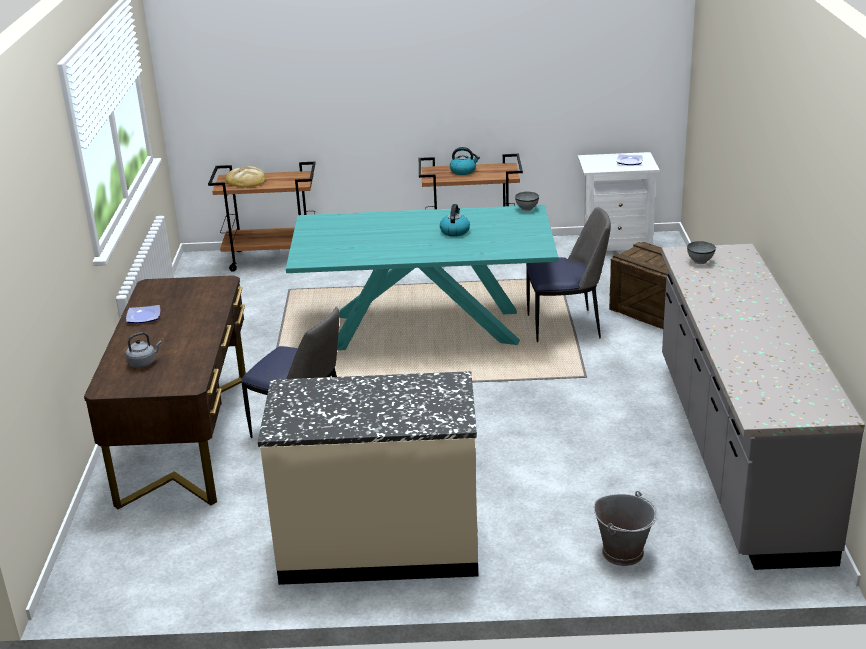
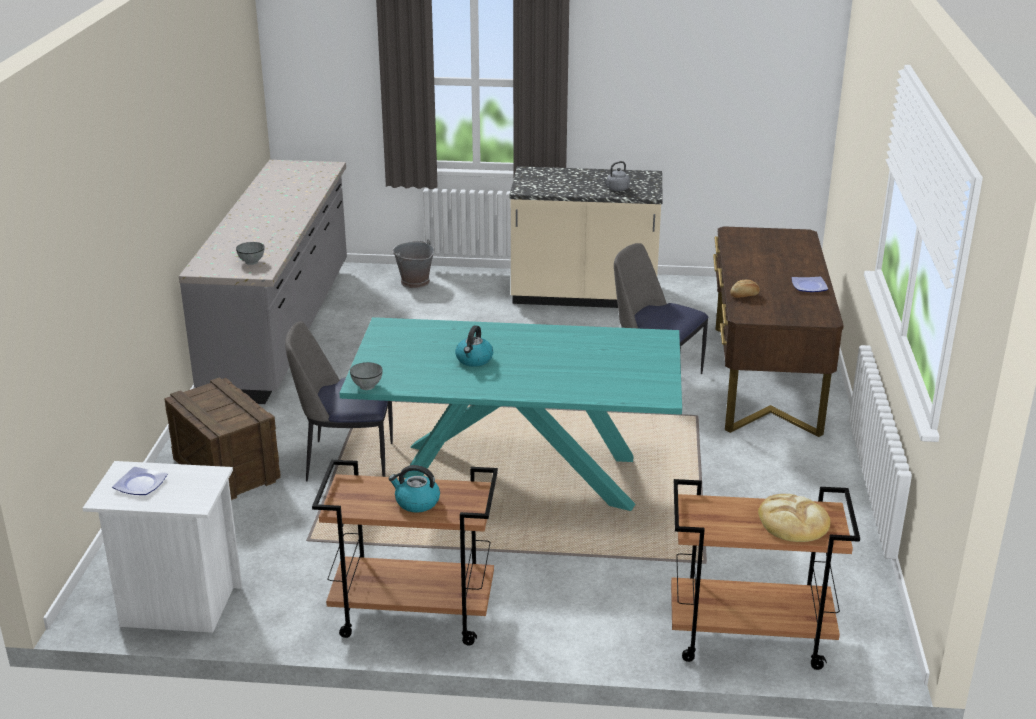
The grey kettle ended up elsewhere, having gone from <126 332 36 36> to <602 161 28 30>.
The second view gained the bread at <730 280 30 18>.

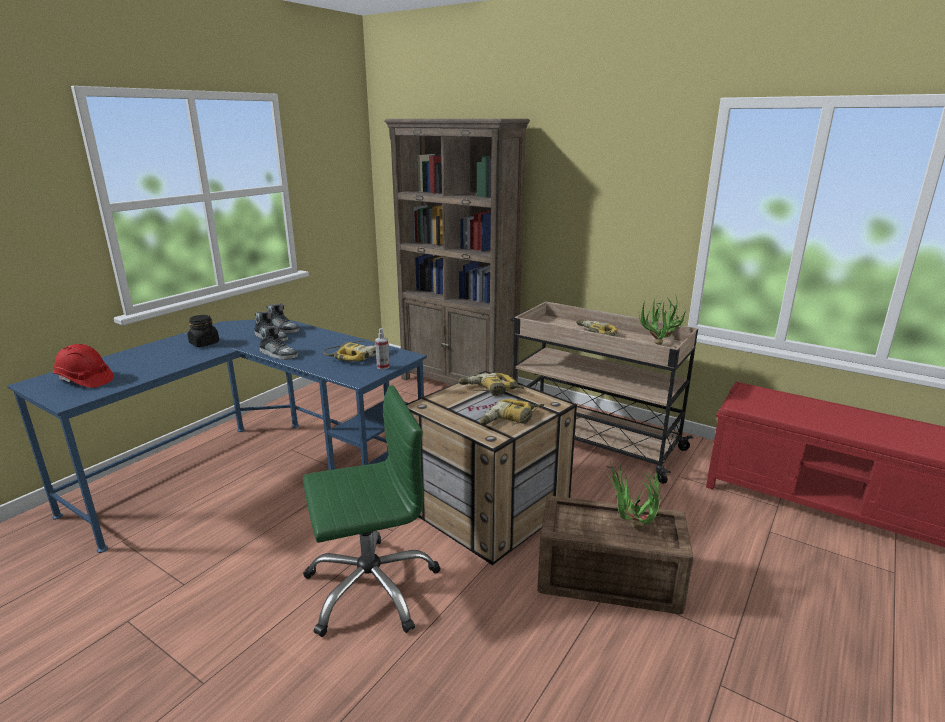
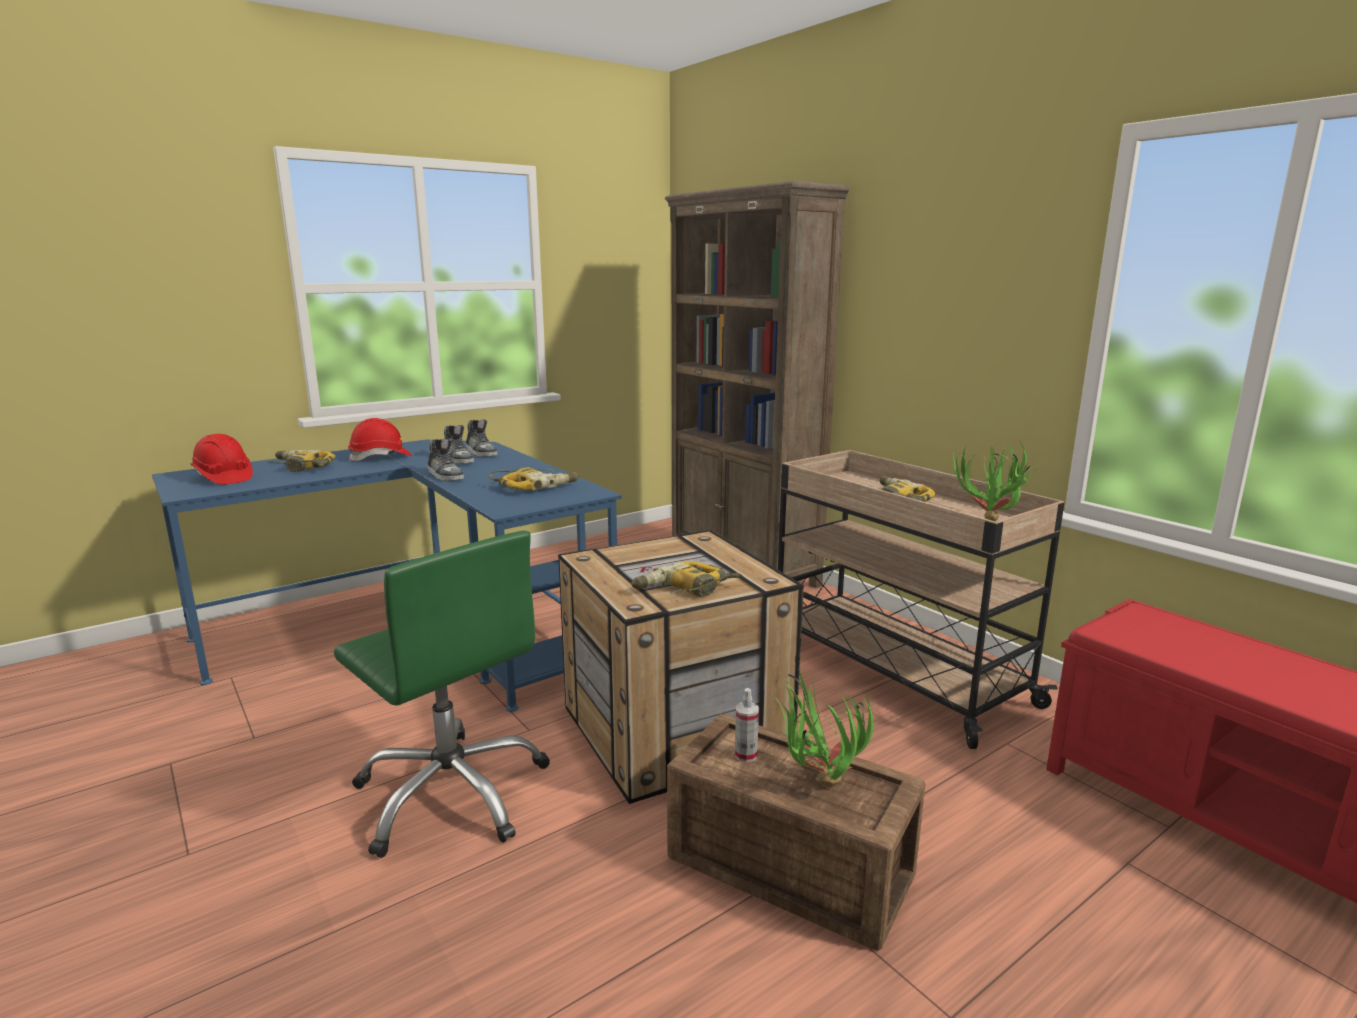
Where the black jar stood at <188 315 31 32>, the red hard hat came to stand at <348 418 64 44>.
The spray bottle ended up elsewhere, having gone from <375 328 15 41> to <735 688 24 74>.
The power drill ended up elsewhere, having gone from <458 373 66 23> to <267 450 68 22>.
The green office chair at <303 385 137 252> ended up facing another way, 45 degrees clockwise from before.

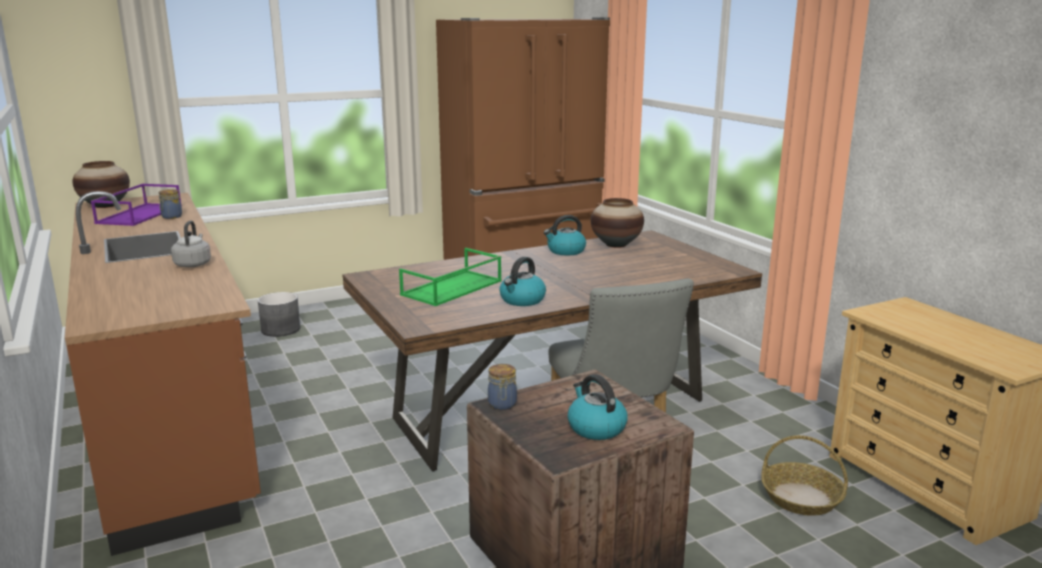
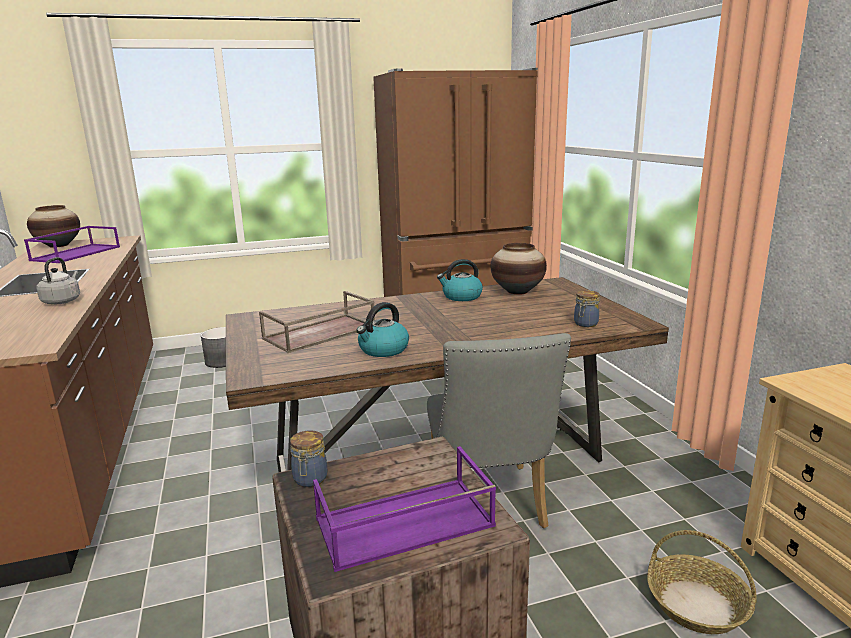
The jar ended up elsewhere, having gone from <158 189 24 30> to <574 290 26 37>.
What was the green tray at <399 248 103 58> turned into the brown tray at <259 291 116 62>.
Where the kettle stood at <568 374 60 66>, the purple tray came to stand at <313 446 183 126>.

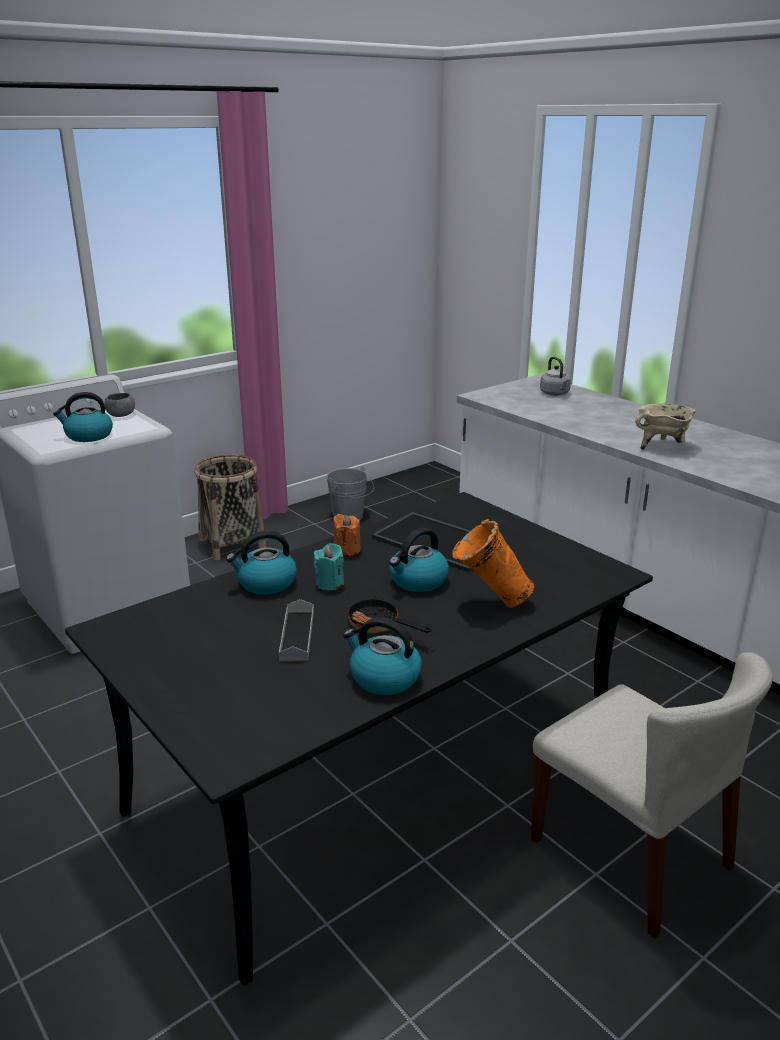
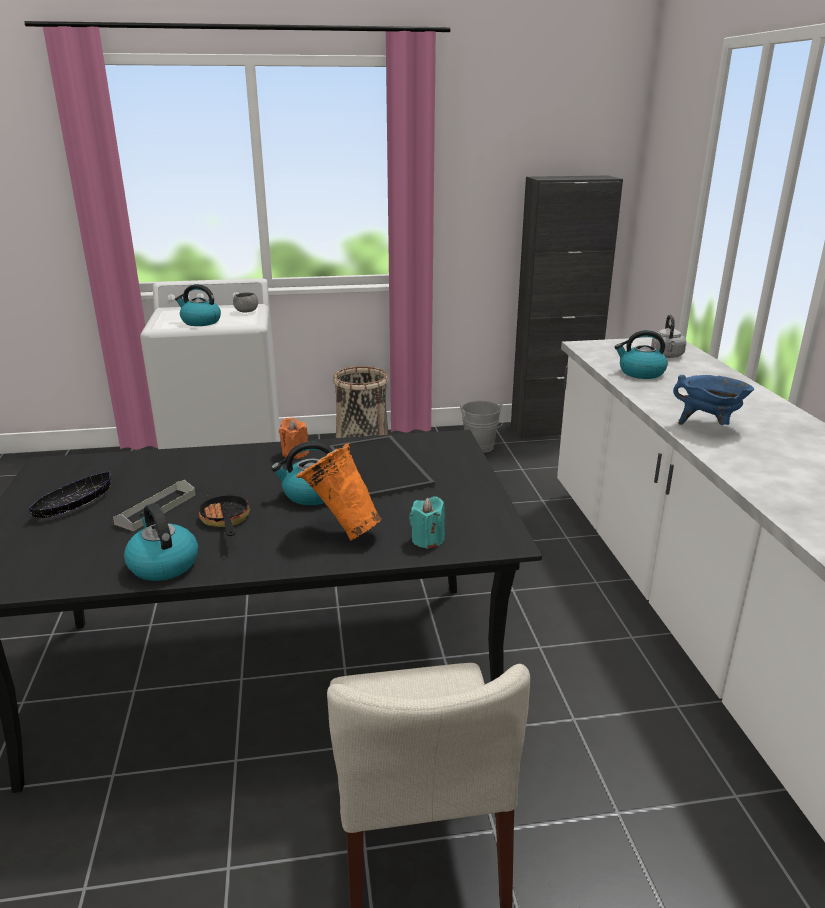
What was the beige cooking pot at <635 403 61 47> turned into the blue cooking pot at <673 375 81 50>.
The kettle ended up elsewhere, having gone from <226 531 71 64> to <615 330 52 49>.
The turquoise candle ended up elsewhere, having gone from <314 543 30 47> to <409 496 36 53>.
The second view gained the black cabinet at <511 175 112 263>.
The second view gained the black bowl at <29 472 82 47>.

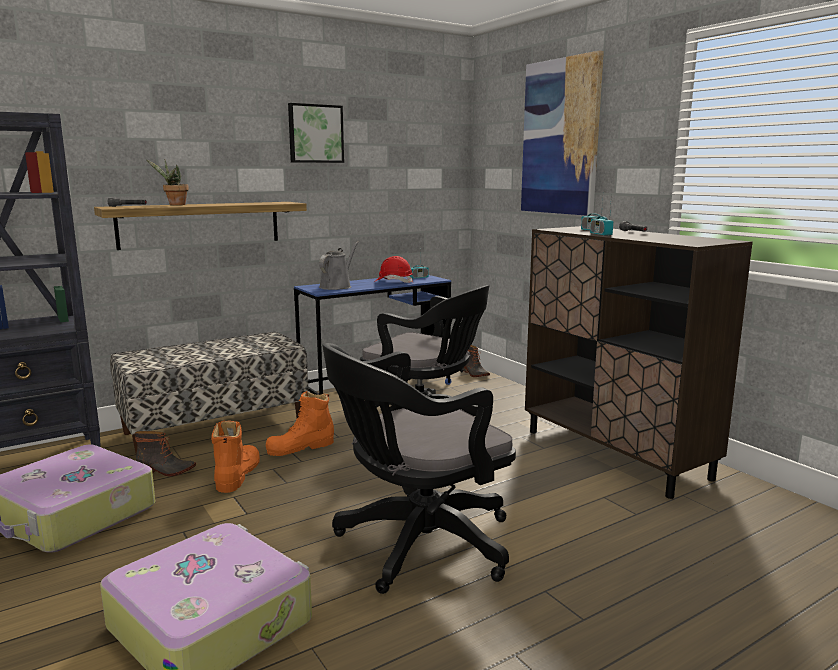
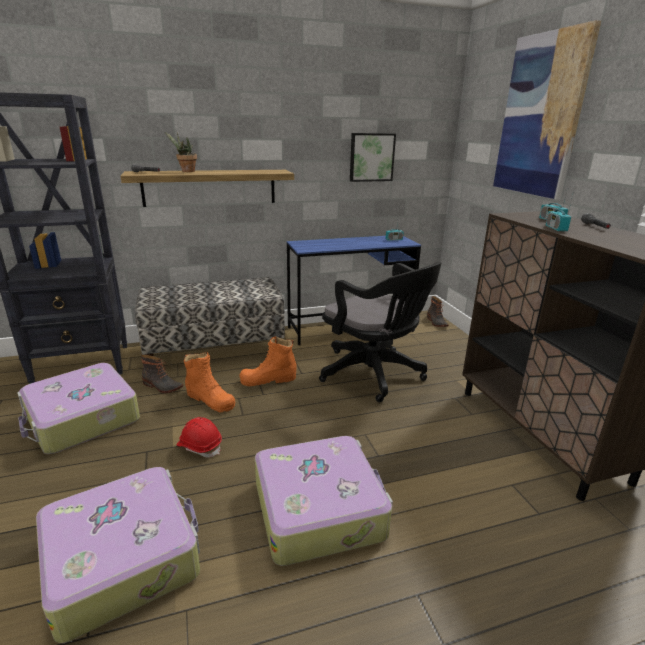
The picture ended up elsewhere, having gone from <288 103 56 60> to <350 133 46 49>.
The second view lost the grey watering can at <319 241 40 49>.
The red hard hat ended up elsewhere, having gone from <376 256 37 27> to <176 417 46 41>.
Where the black office chair stood at <322 343 194 251>, the suitcase came to stand at <255 436 138 130>.
The orange boot at <211 420 49 73> ended up facing another way, 105 degrees clockwise from before.

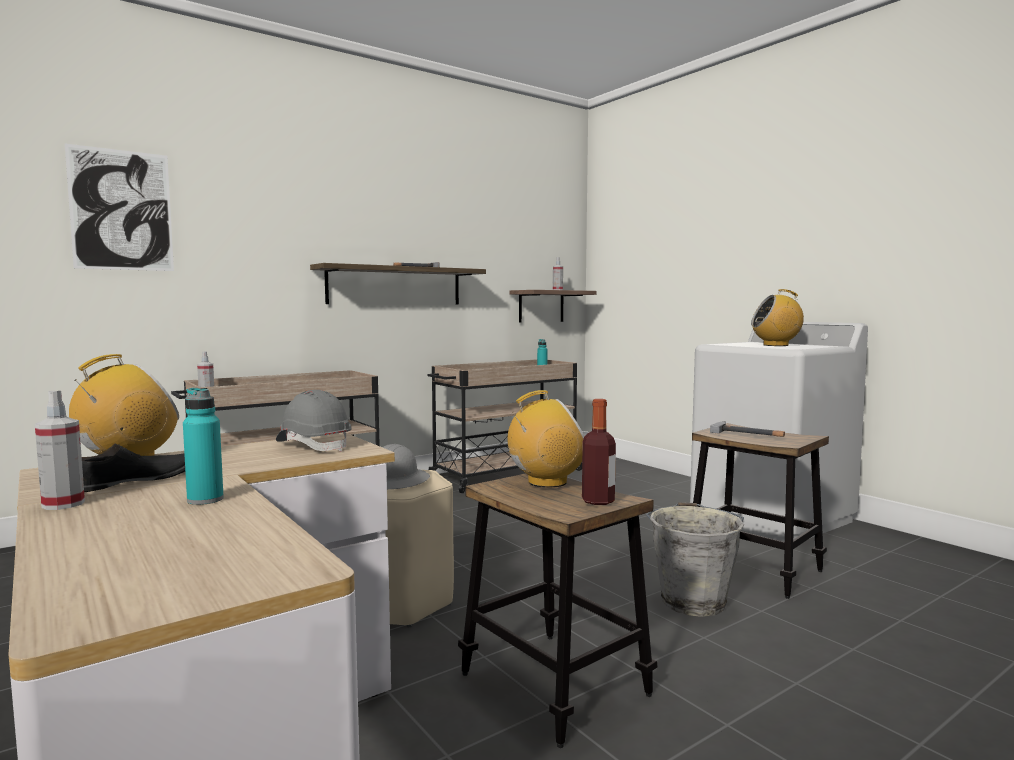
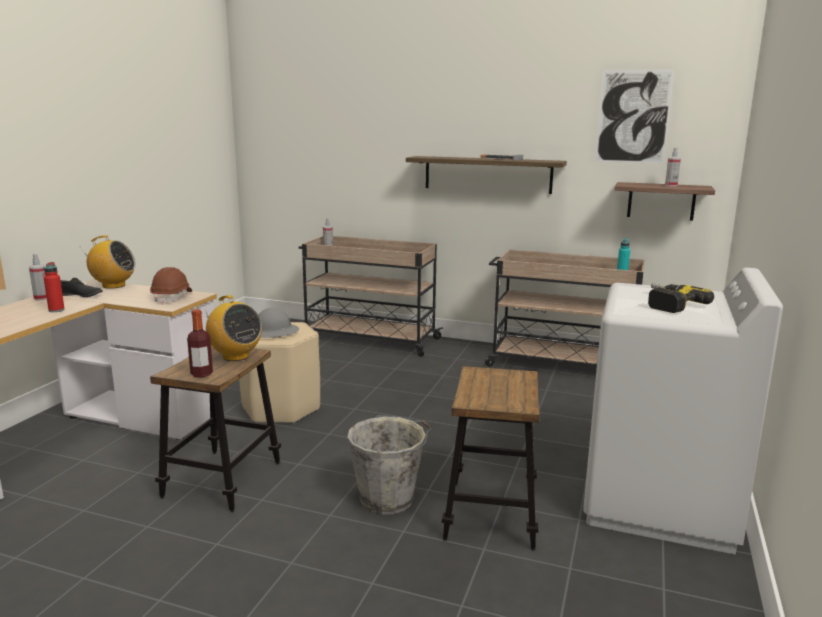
The picture ended up elsewhere, having gone from <65 144 109 127> to <595 69 80 95>.
Where the radio stood at <751 289 53 57>, the power drill came to stand at <648 282 66 31>.
What was the turquoise bottle at <183 388 41 117> turned into the red bottle at <44 262 21 50>.
What was the grey hard hat at <276 390 76 62> turned into the brown hard hat at <150 267 42 37>.
The second view lost the hammer at <710 421 75 16>.

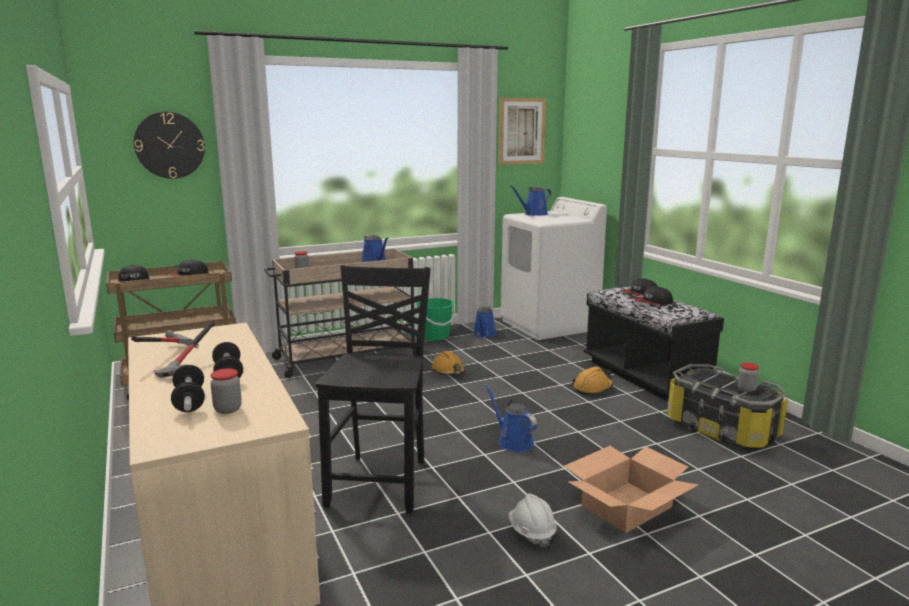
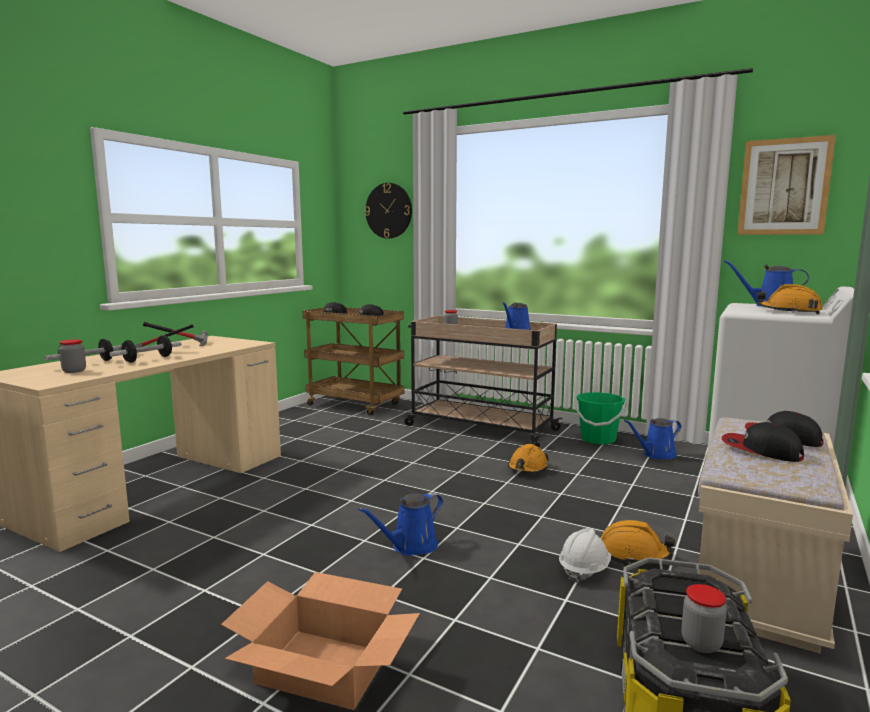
The second view lost the black chair at <316 265 115 248>.
What was the black bench at <584 287 140 113> turned into the beige bench at <698 418 155 236>.
The blue watering can at <485 384 52 68> ended up facing another way, 150 degrees counterclockwise from before.
The white hard hat ended up elsewhere, having gone from <509 494 48 54> to <559 528 52 55>.
The second view gained the orange hard hat at <757 284 66 30>.

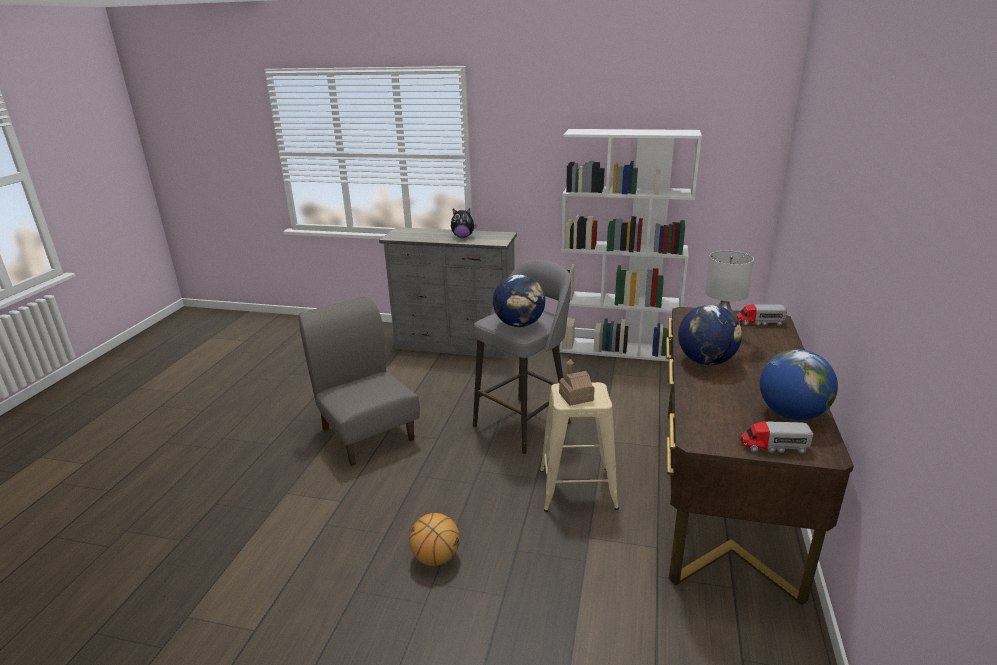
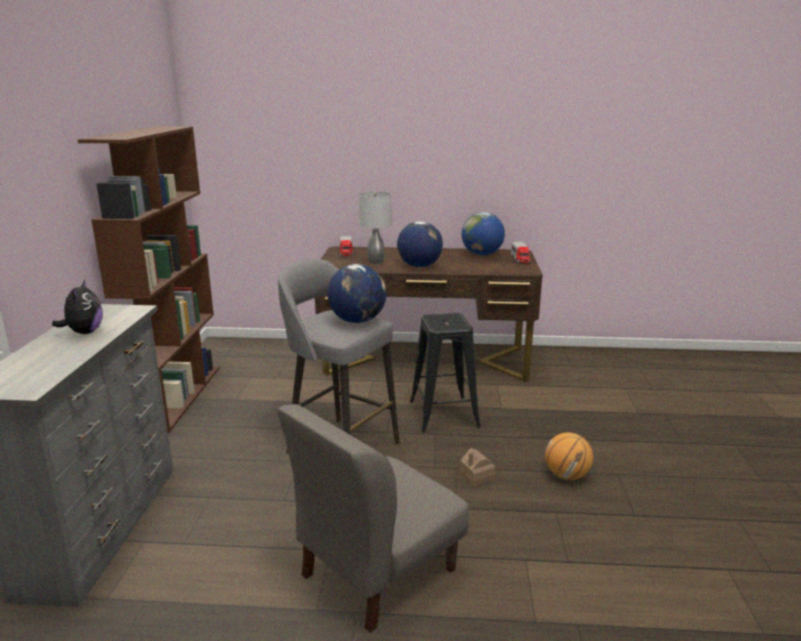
What was the white bookcase at <560 129 142 233> turned into the brown bookcase at <77 126 143 307>.
The toy house ended up elsewhere, having gone from <559 359 35 47> to <459 447 36 40>.
What was the beige stool at <540 382 79 130> turned into the black stool at <410 313 71 120>.

